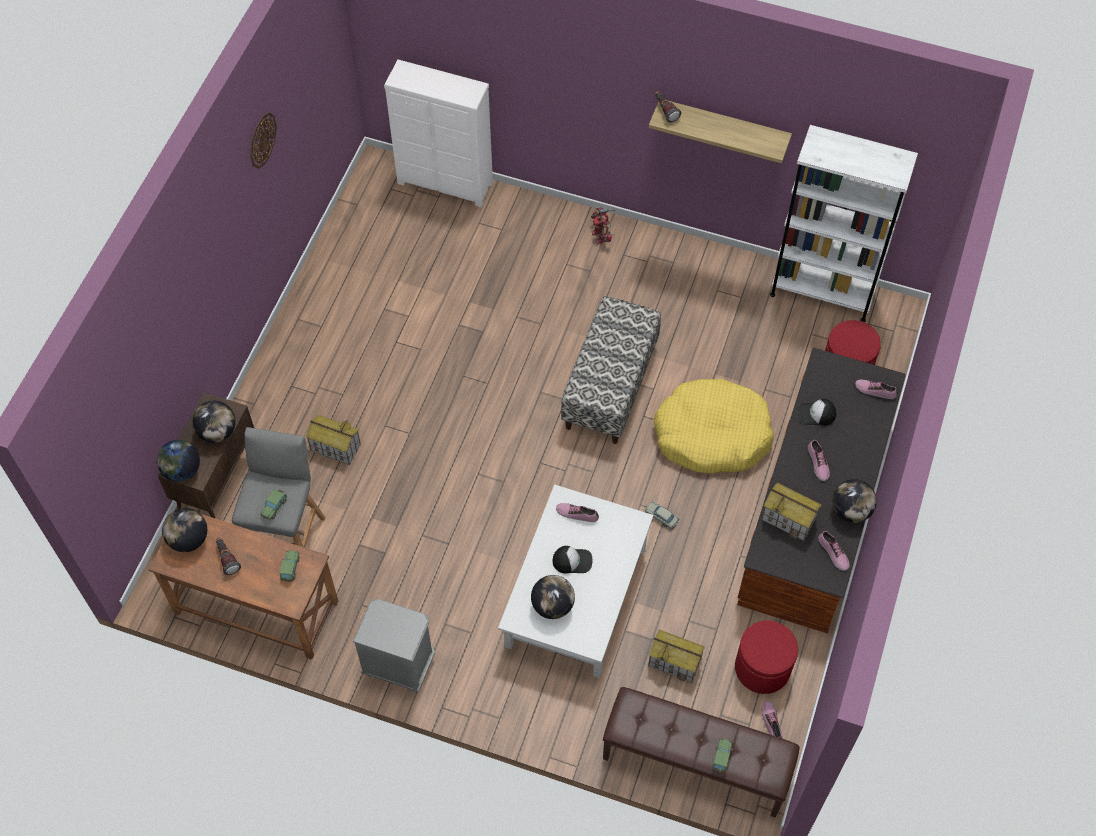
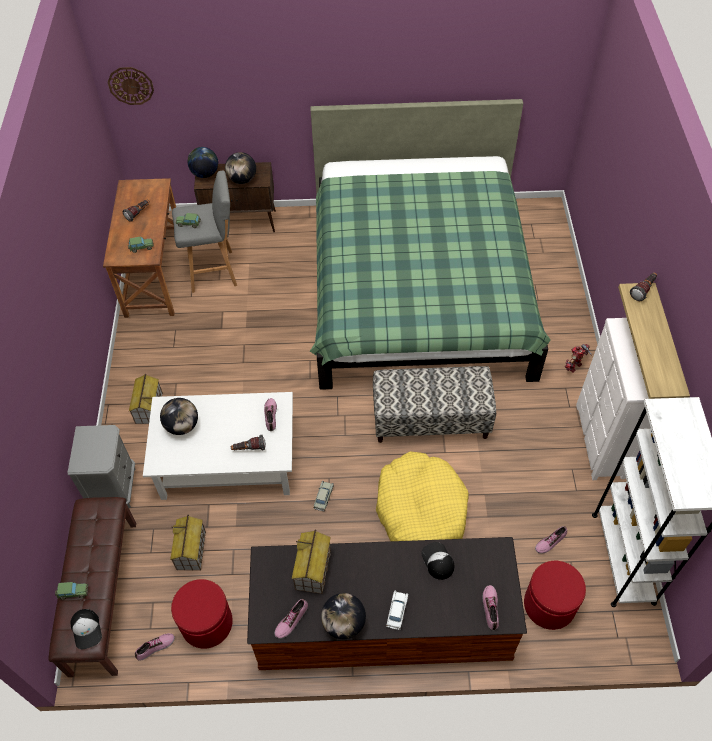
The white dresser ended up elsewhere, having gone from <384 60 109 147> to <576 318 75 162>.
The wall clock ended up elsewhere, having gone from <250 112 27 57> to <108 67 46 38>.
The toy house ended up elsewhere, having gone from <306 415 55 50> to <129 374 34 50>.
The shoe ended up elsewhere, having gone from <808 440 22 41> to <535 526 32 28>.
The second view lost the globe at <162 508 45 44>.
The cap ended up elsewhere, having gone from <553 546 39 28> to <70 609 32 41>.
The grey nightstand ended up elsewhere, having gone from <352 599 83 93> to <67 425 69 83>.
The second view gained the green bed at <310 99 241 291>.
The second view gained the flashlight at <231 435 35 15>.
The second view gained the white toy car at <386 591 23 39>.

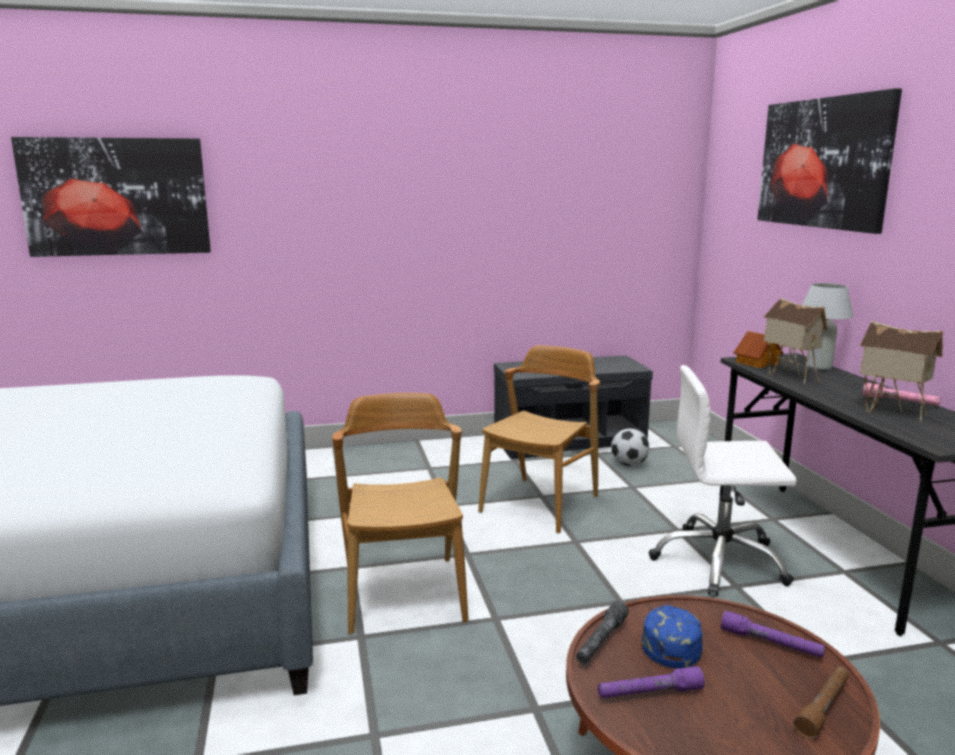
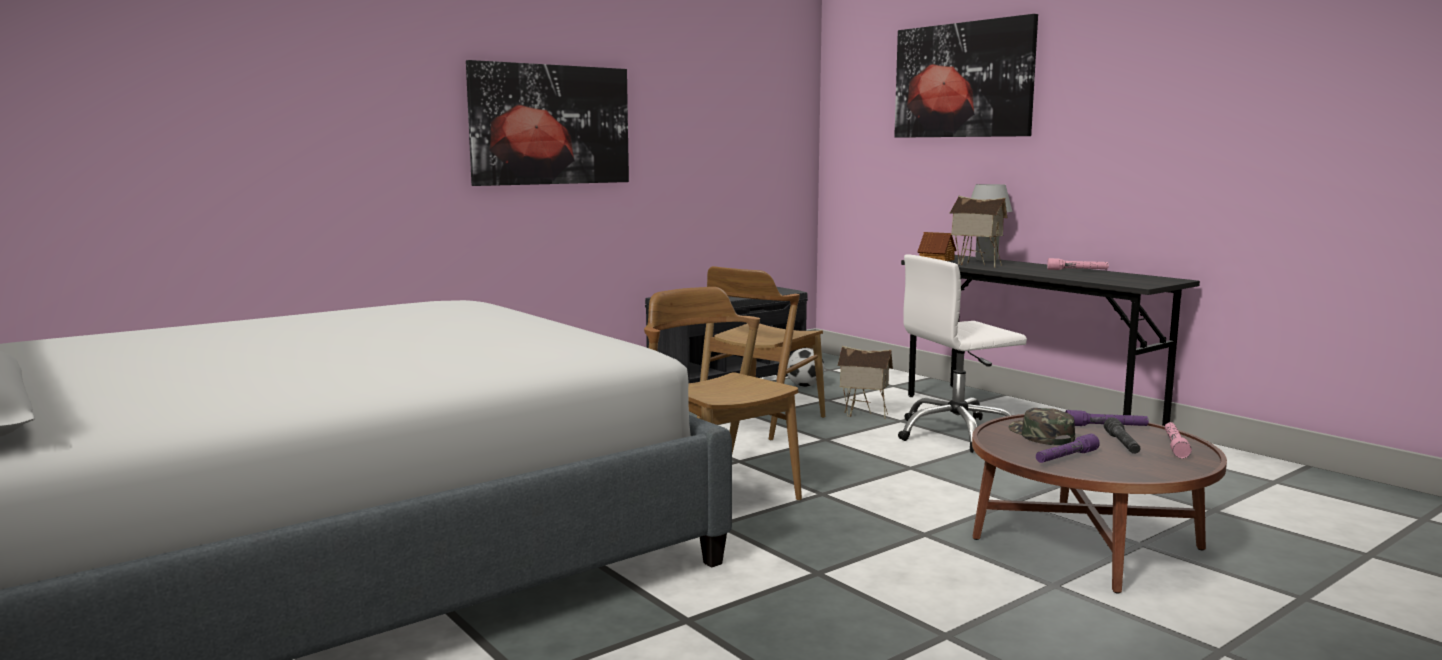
The picture ended up elsewhere, having gone from <11 137 200 120> to <466 60 163 126>.
The toy house ended up elsewhere, having gone from <860 321 83 101> to <837 346 56 73>.
The brown chair at <478 345 122 189> ended up facing another way, 150 degrees counterclockwise from before.
The grey flashlight ended up elsewhere, having gone from <576 601 53 63> to <1104 417 36 37>.
What was the blue cap at <642 605 61 63> turned into the green cap at <1008 408 67 37>.
What was the brown flashlight at <793 667 56 72> turned into the pink flashlight at <1165 422 27 37>.

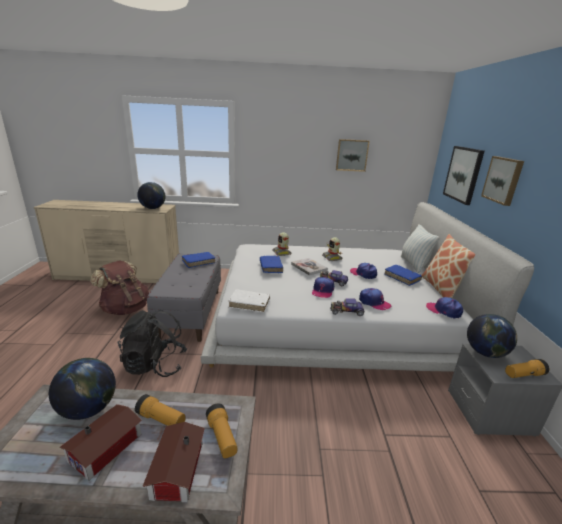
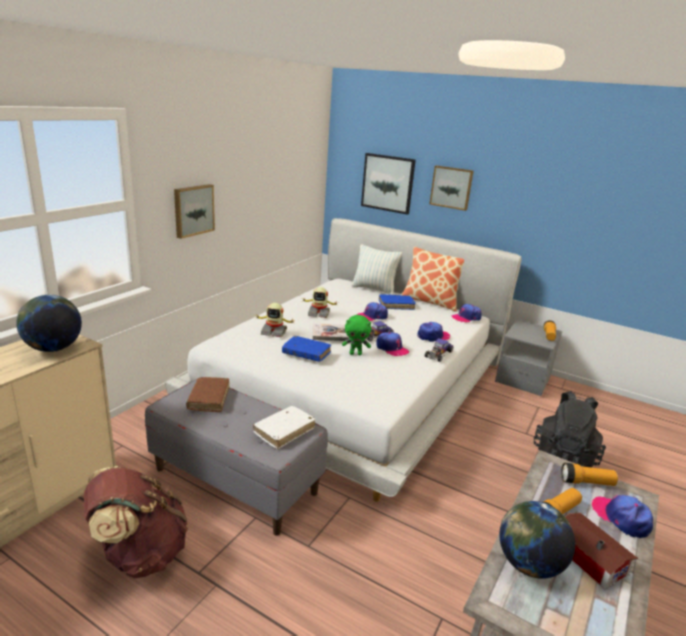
The picture ended up elsewhere, having gone from <336 139 34 33> to <174 184 41 55>.
What was the blue book at <182 252 33 16> turned into the brown book at <186 377 43 35>.
The white book ended up elsewhere, having gone from <229 289 41 24> to <253 406 63 43>.
The black backpack ended up elsewhere, having gone from <117 310 70 67> to <534 391 72 76>.
The second view lost the globe at <467 314 50 44>.
Where the toy house stood at <142 422 63 80>, the cap came to stand at <592 495 61 43>.
The second view gained the green plush toy at <342 315 29 40>.

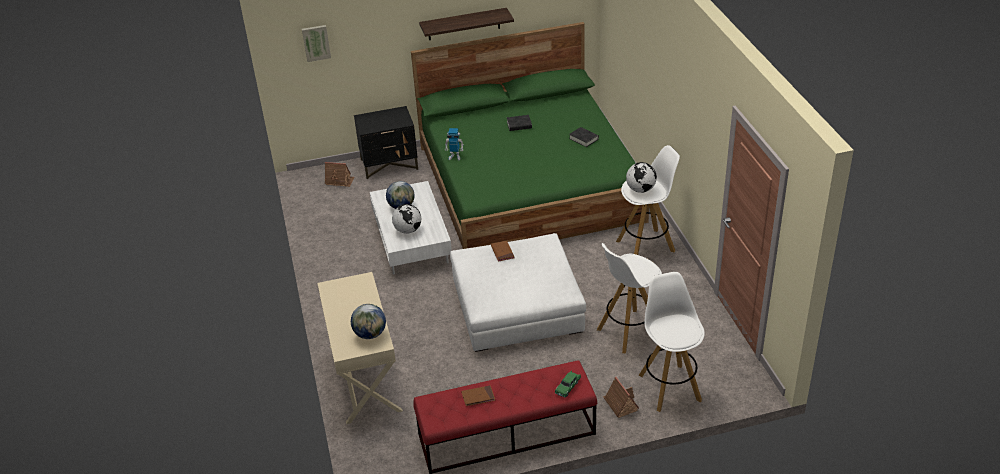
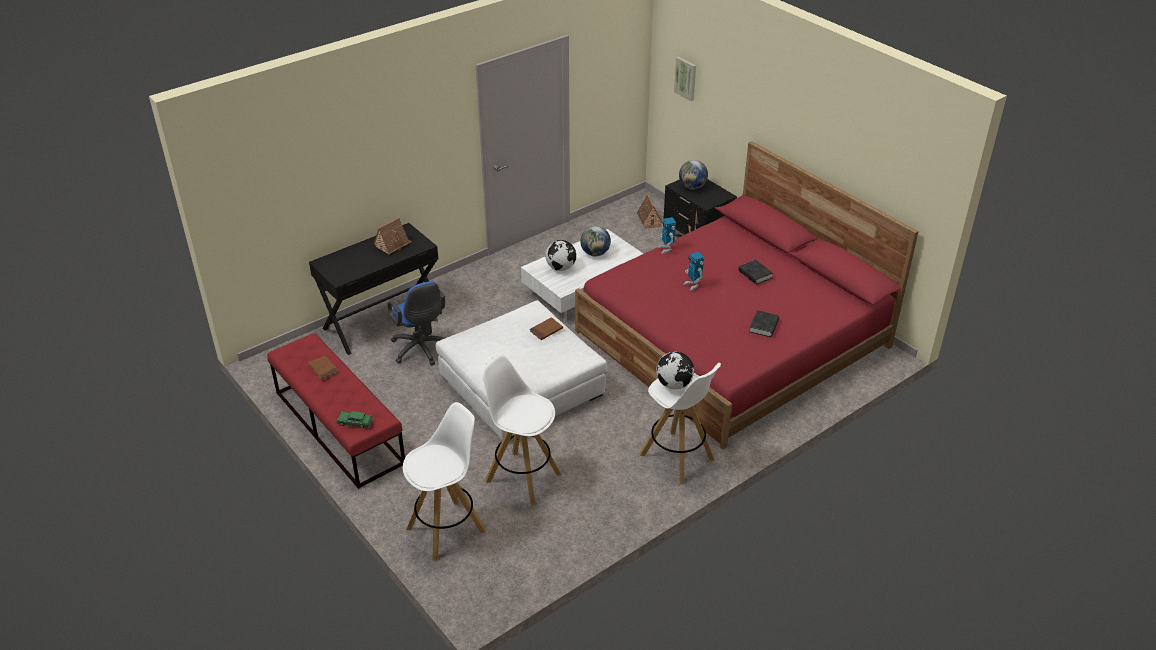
The second view lost the shelf at <419 8 95 32>.
What was the green bed at <411 22 238 227> turned into the red bed at <575 141 344 308>.
What was the beige desk at <317 272 86 152> turned into the black desk at <309 223 133 132>.
The globe ended up elsewhere, having gone from <351 304 35 35> to <679 160 29 30>.
The toy house ended up elsewhere, having gone from <603 377 37 41> to <374 217 38 37>.
The second view gained the toy robot at <683 252 21 39>.
The second view gained the blue office chair at <387 281 58 85>.

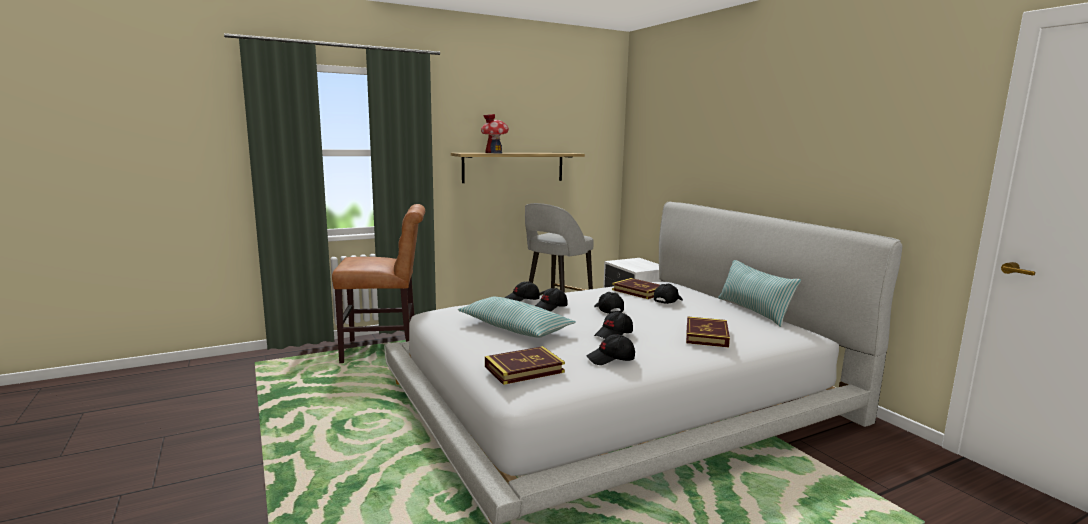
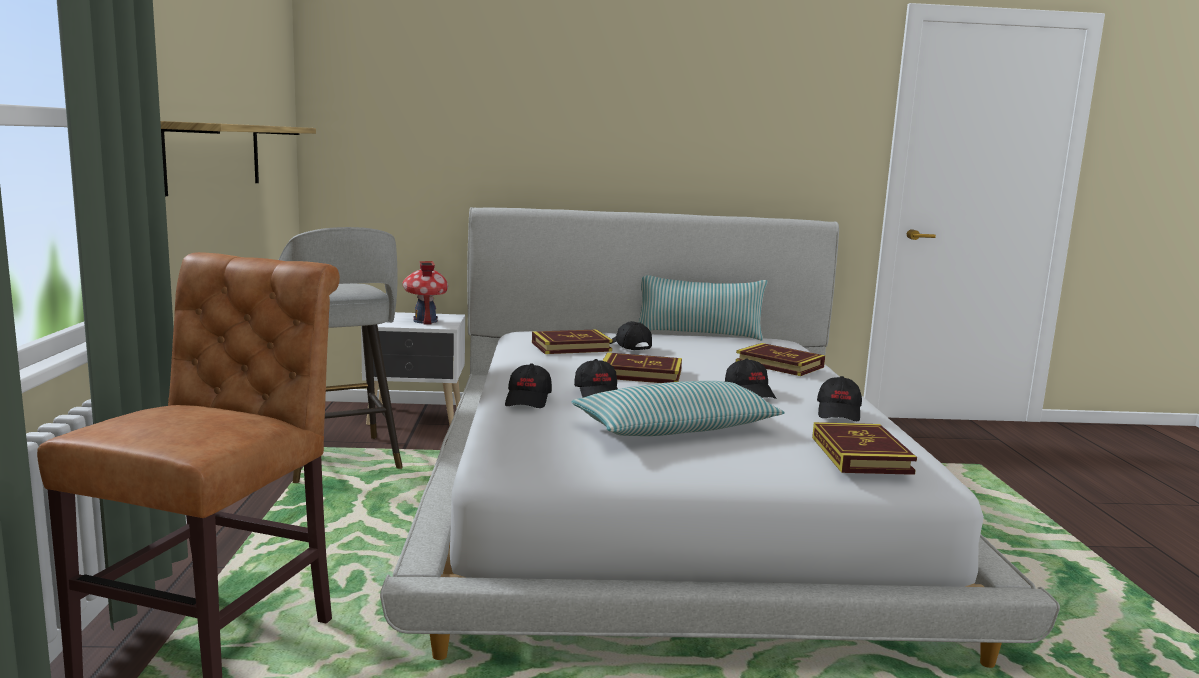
The toy house ended up elsewhere, having gone from <481 114 28 39> to <403 261 45 64>.
Where the black cap stood at <594 292 30 22>, the book came to stand at <602 353 80 30>.

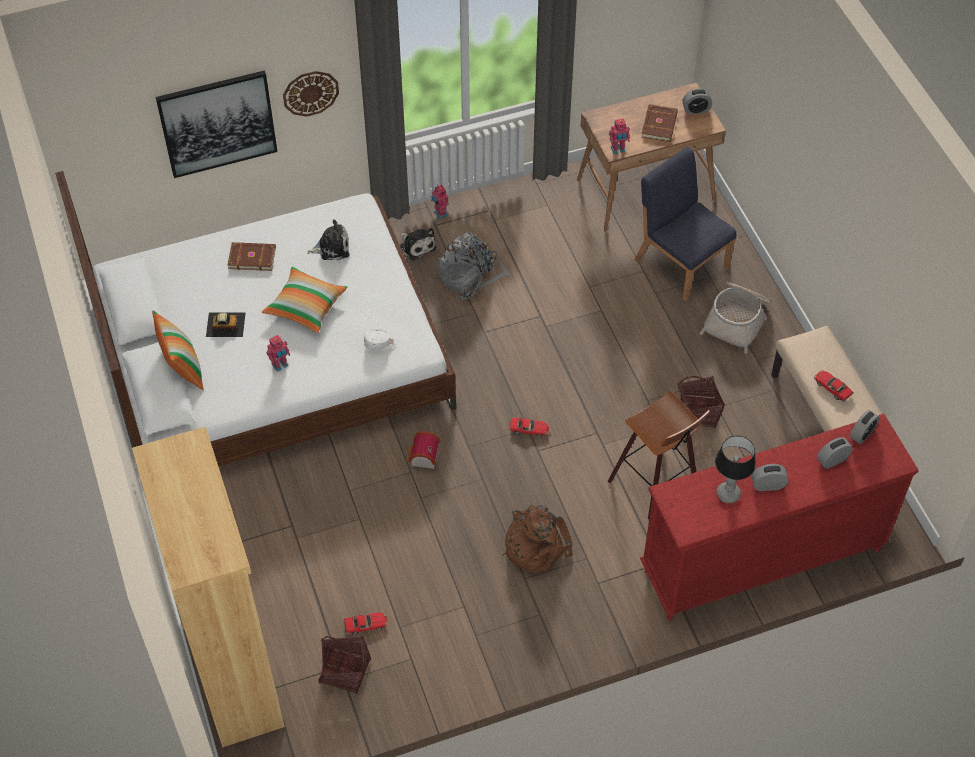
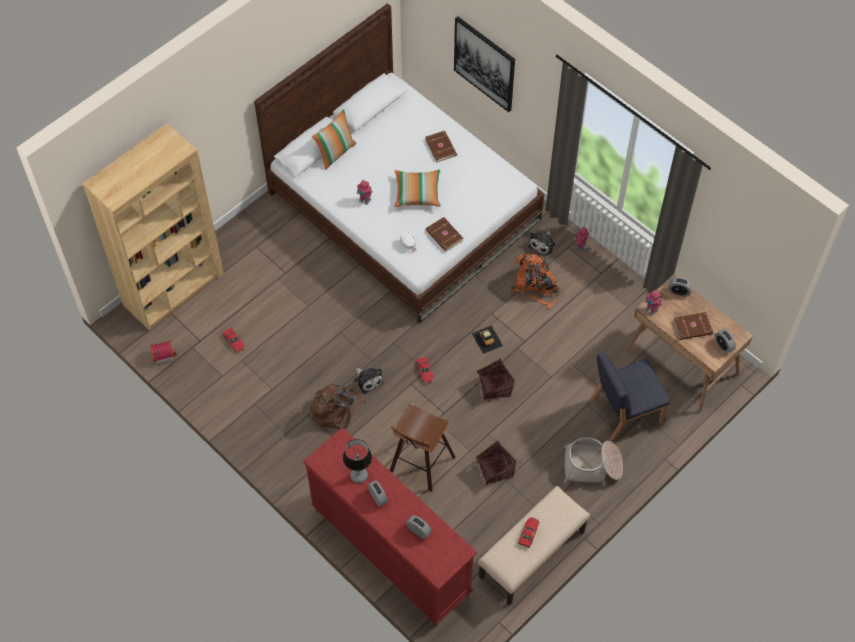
The second view lost the wall clock at <283 71 56 46>.
The blue chair at <635 147 101 154> ended up facing another way, 135 degrees counterclockwise from before.
The plush toy ended up elsewhere, having gone from <307 219 43 41> to <355 367 28 27>.
What was the grey backpack at <437 232 73 68> turned into the orange backpack at <510 253 50 56>.
The toy car ended up elsewhere, having gone from <206 312 40 25> to <472 325 31 29>.
The alarm clock ended up elsewhere, having gone from <850 410 30 34> to <668 277 24 20>.
The toy house ended up elsewhere, having gone from <406 431 34 38> to <150 340 27 25>.
The basket ended up elsewhere, having gone from <318 636 53 59> to <477 359 38 41>.
The second view gained the brown book at <426 217 38 35>.

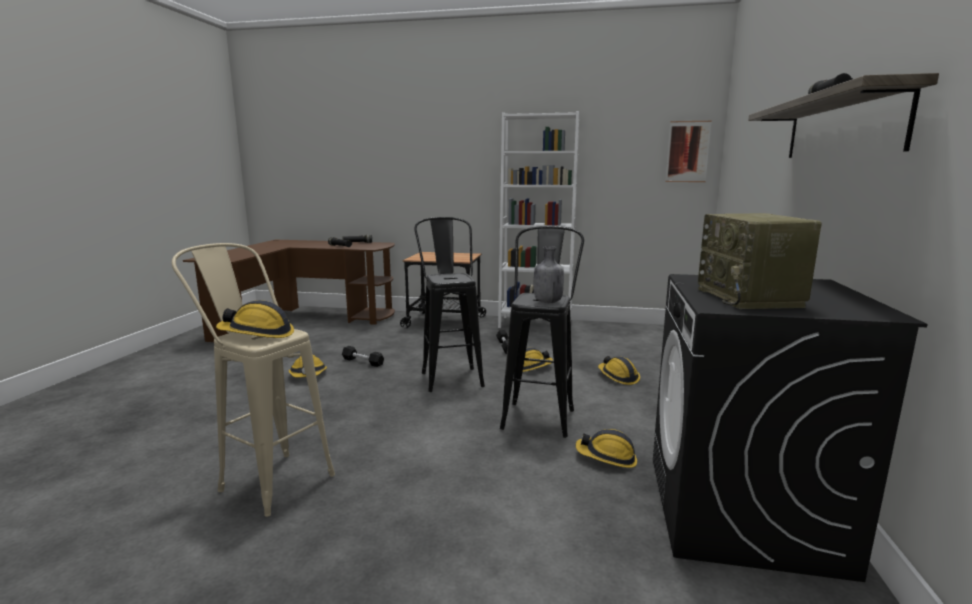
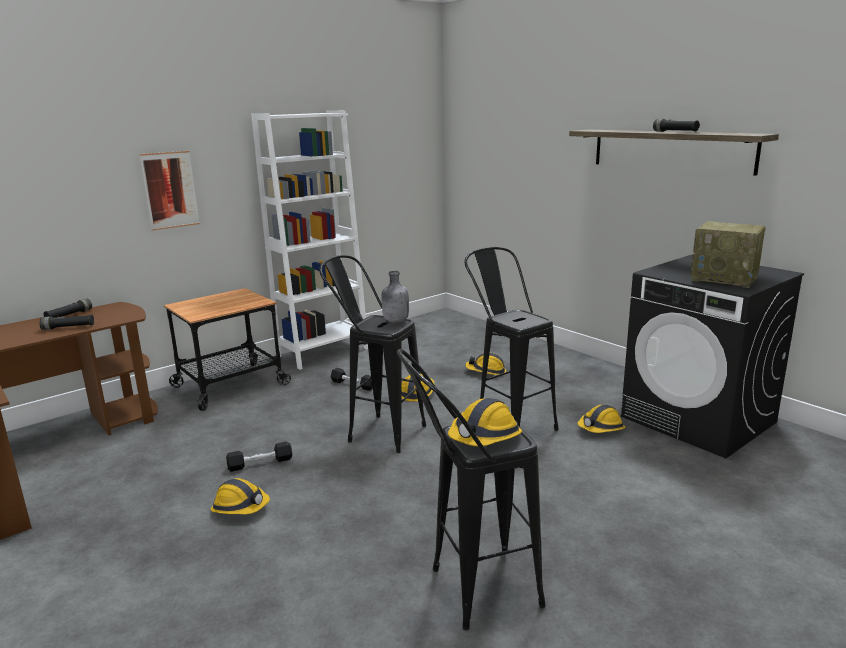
The picture ended up elsewhere, having gone from <666 121 46 61> to <140 151 60 80>.
What was the beige stool at <172 243 163 274> turned into the black stool at <397 349 149 281>.
The grey bottle ended up elsewhere, having gone from <534 246 30 57> to <381 271 28 52>.

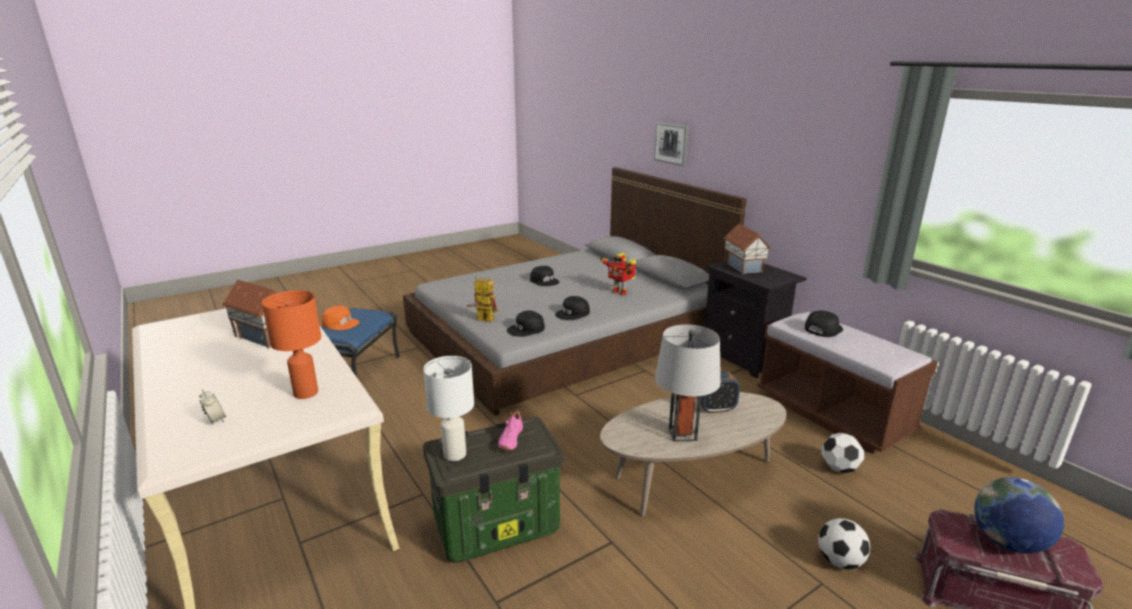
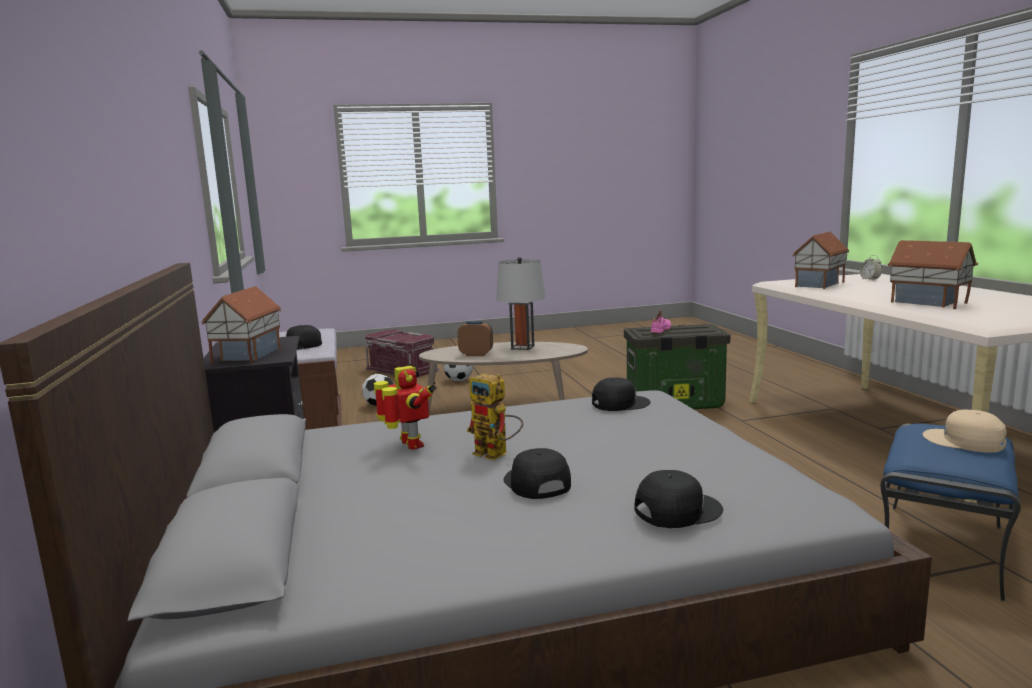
The second view lost the picture at <654 122 35 44>.
The toy robot ended up elsewhere, having gone from <467 277 32 45> to <467 373 56 87>.
Where the orange table lamp stood at <262 290 59 109>, the toy house came to stand at <792 232 57 57>.
The black cap ended up elsewhere, having gone from <555 296 35 24> to <635 470 88 58>.
What was the orange cap at <322 305 38 25> turned into the beige cap at <923 410 84 43>.
The second view lost the white table lamp at <423 356 51 105>.
The second view lost the globe at <974 477 90 77>.

